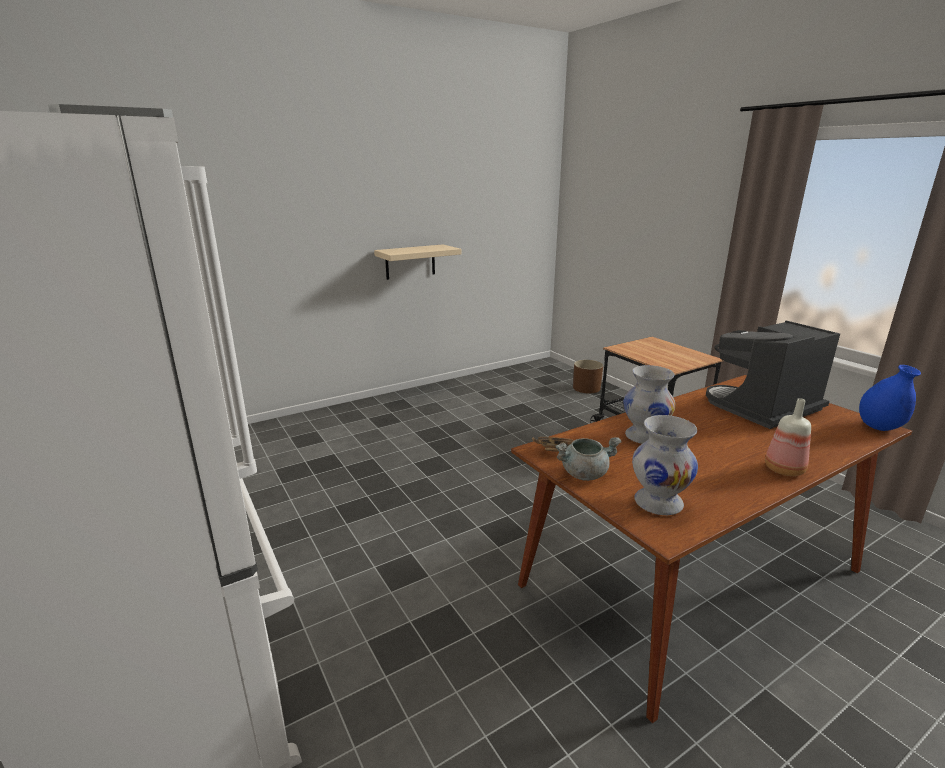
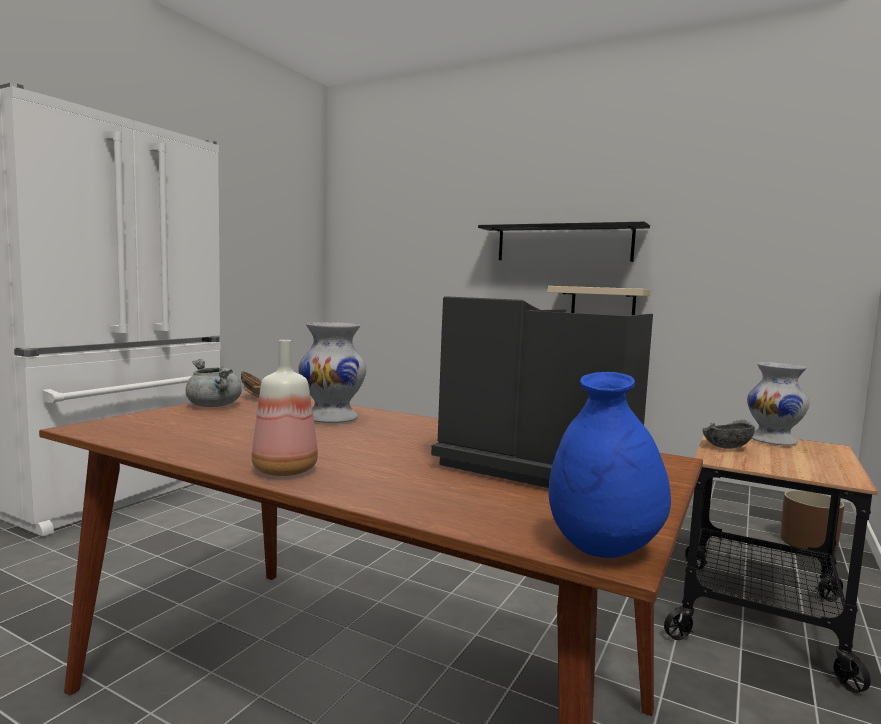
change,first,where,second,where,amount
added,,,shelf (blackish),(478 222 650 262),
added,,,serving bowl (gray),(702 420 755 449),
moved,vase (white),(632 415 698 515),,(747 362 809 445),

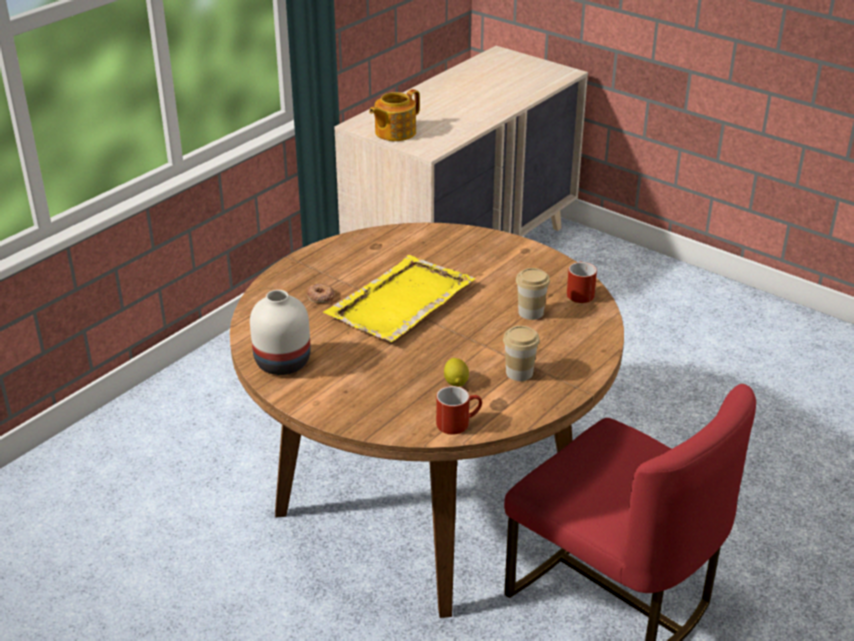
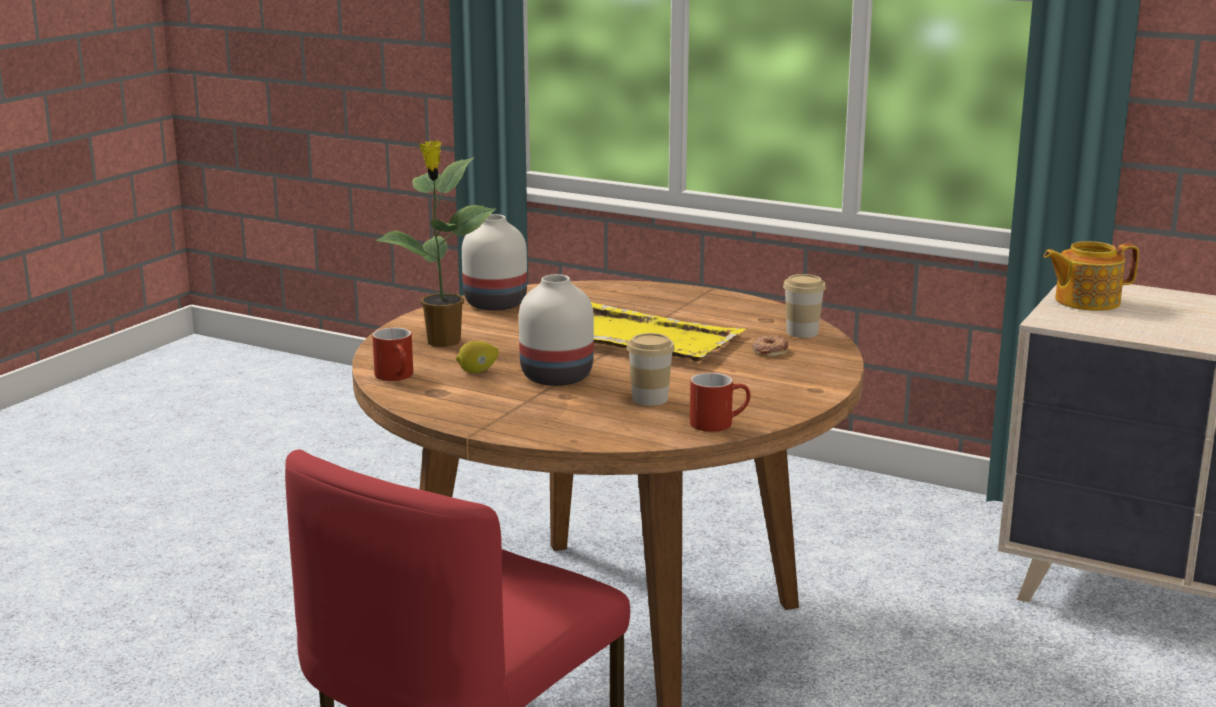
change,first,where,second,where,amount
added,,,houseplant,(375 141 496 347),
added,,,vase (white),(519 274 594 386),
moved,donut,(307 283 334 303),,(752 335 788 357),
moved,cup,(503 326 540 381),,(783 274 826 338),
turned,teapot,(369 89 420 141),,(1044 241 1139 311),45 degrees counterclockwise

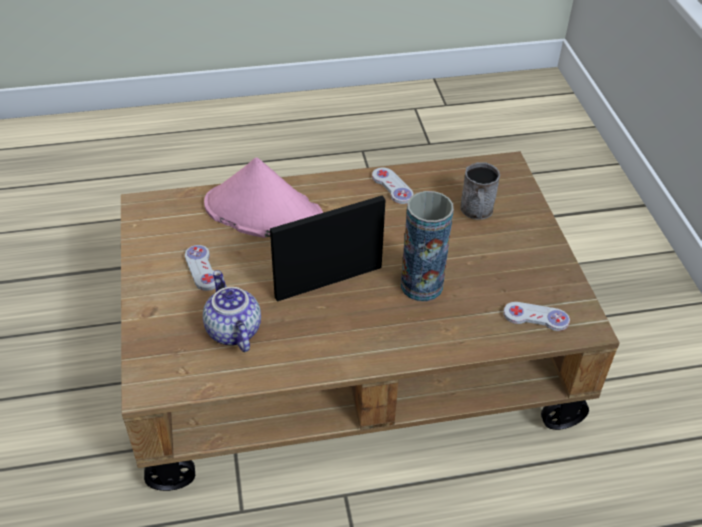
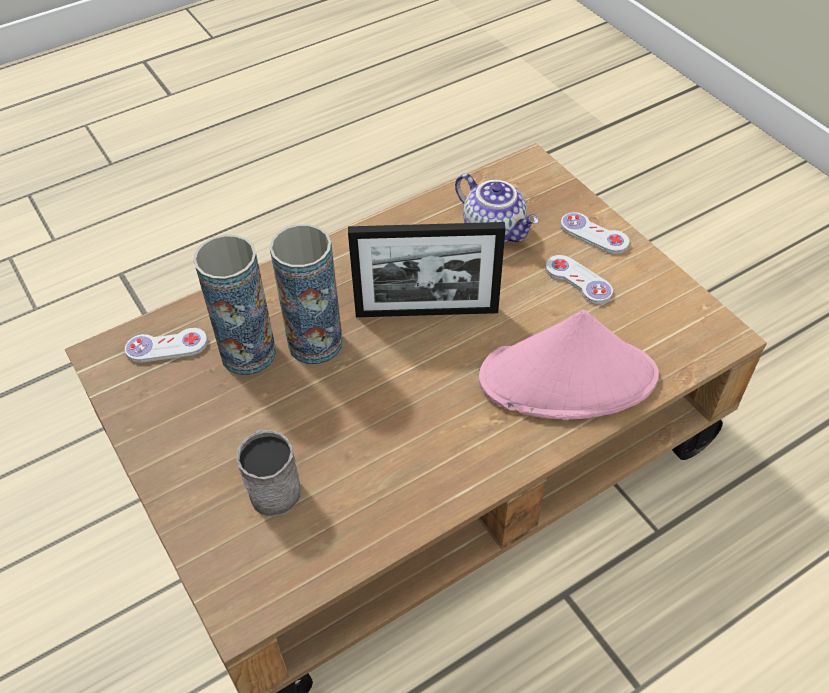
change,first,where,second,where,amount
added,,,vase,(193 235 276 375),
moved,gamepad (white),(372 167 413 204),,(560 212 630 254),
turned,photo frame,(270 195 386 302),,(348 222 506 317),45 degrees clockwise

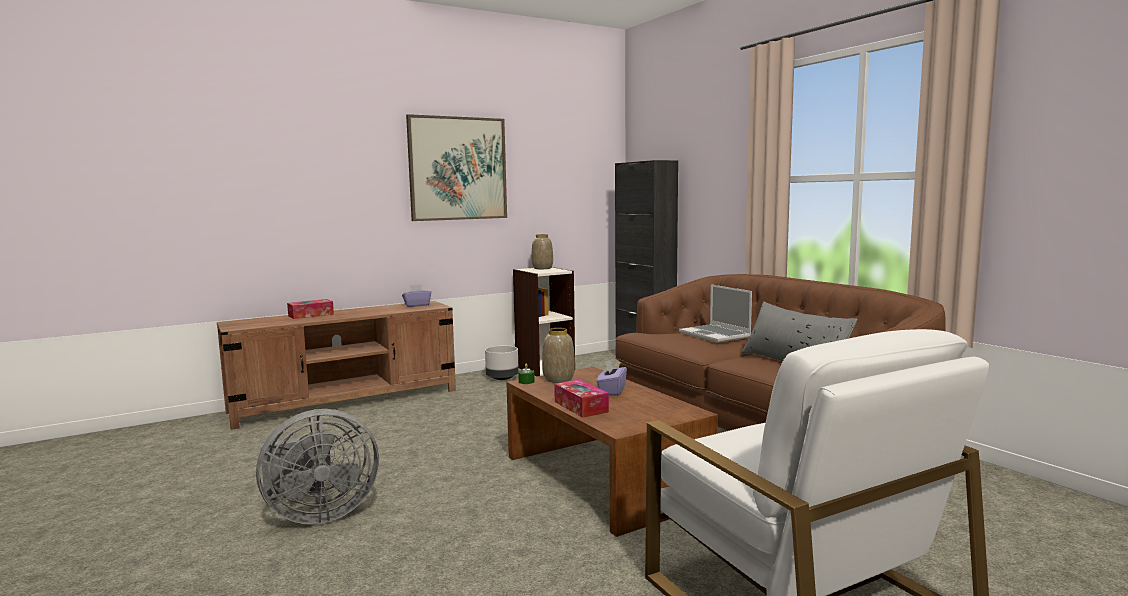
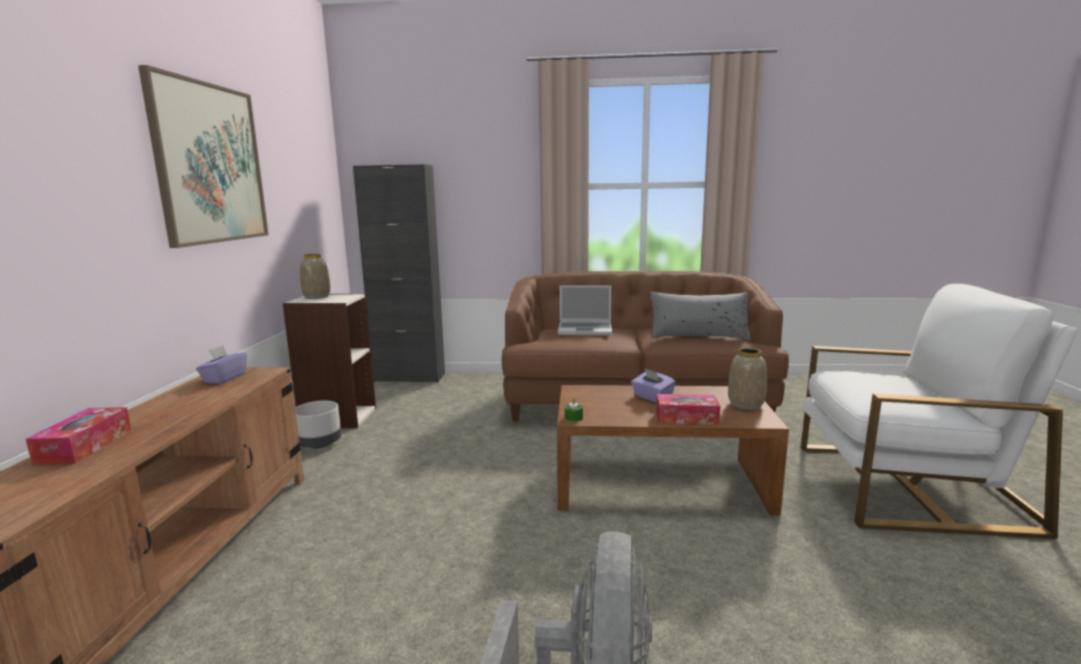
change,first,where,second,where,amount
moved,vase,(542 328 575 383),,(728 348 767 410),

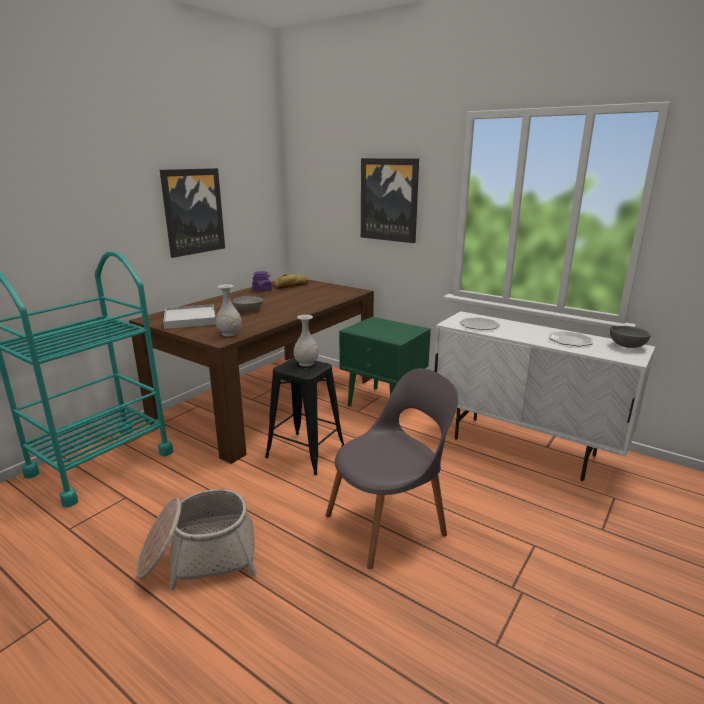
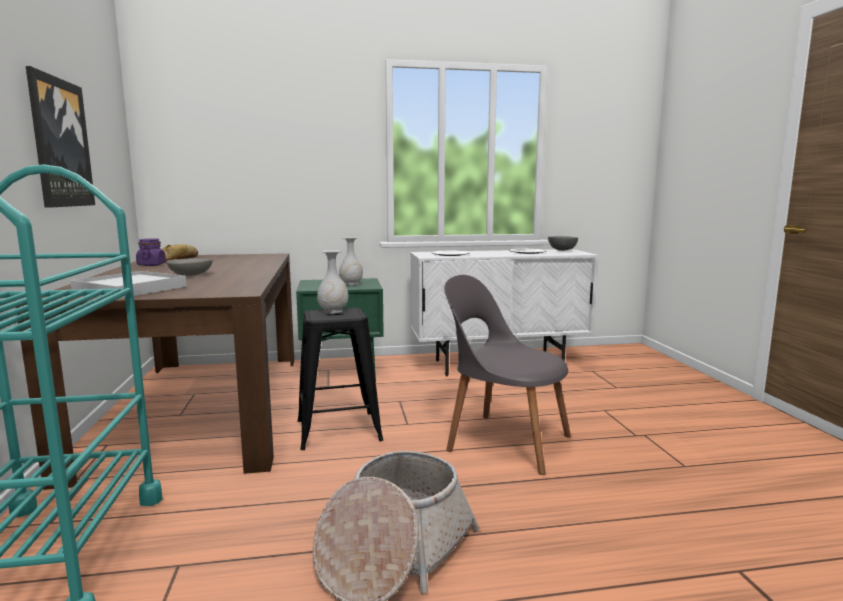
change,first,where,second,where,amount
removed,wall picture,(361 158 419 243),,,
moved,vase (white),(216 284 242 336),,(339 237 363 285),
turned,chair (gray),(325 368 458 569),,(444 275 571 475),75 degrees counterclockwise

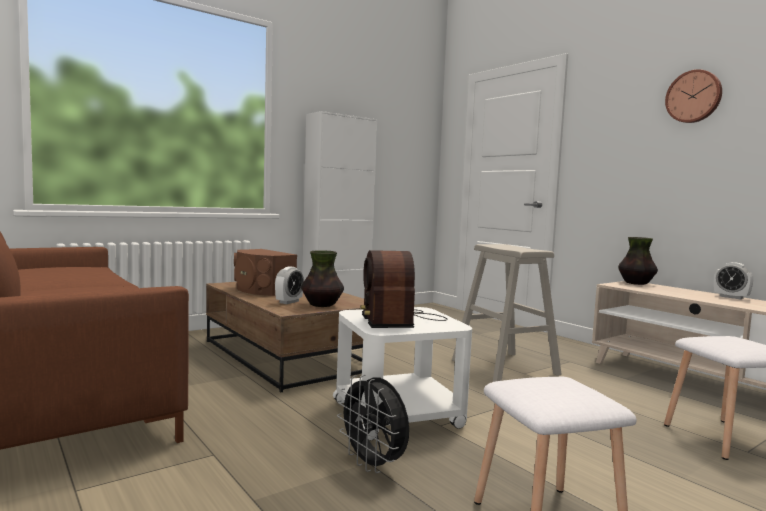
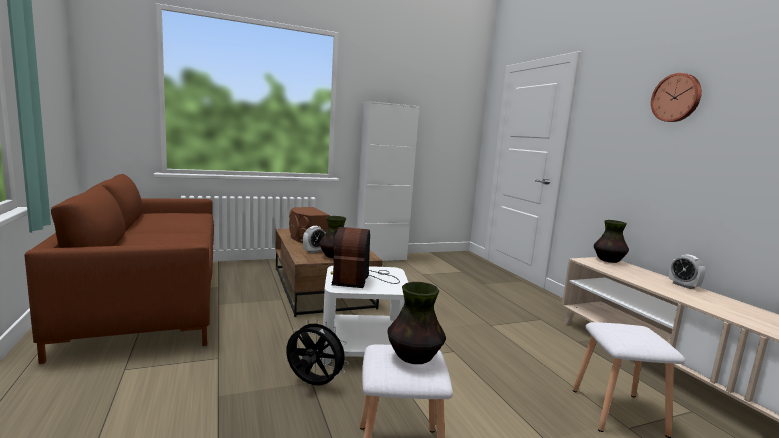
change,first,where,second,where,amount
removed,sitting stool (beige),(452 244 562 382),,,
added,,,vase,(387 282 446 364),
turned,cooling fan (blackish),(337 375 409 473),,(286 319 349 385),135 degrees clockwise

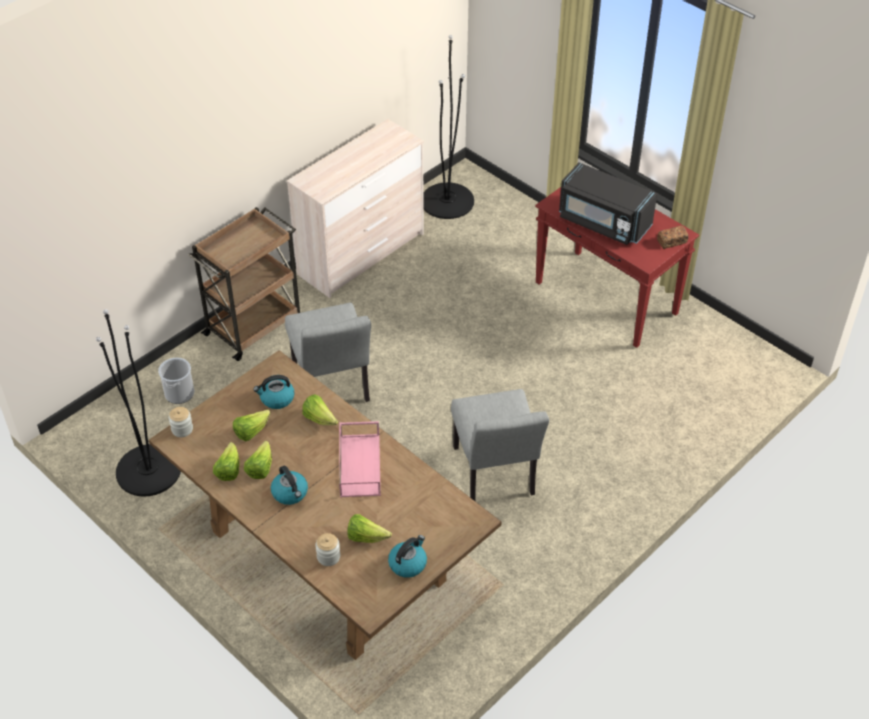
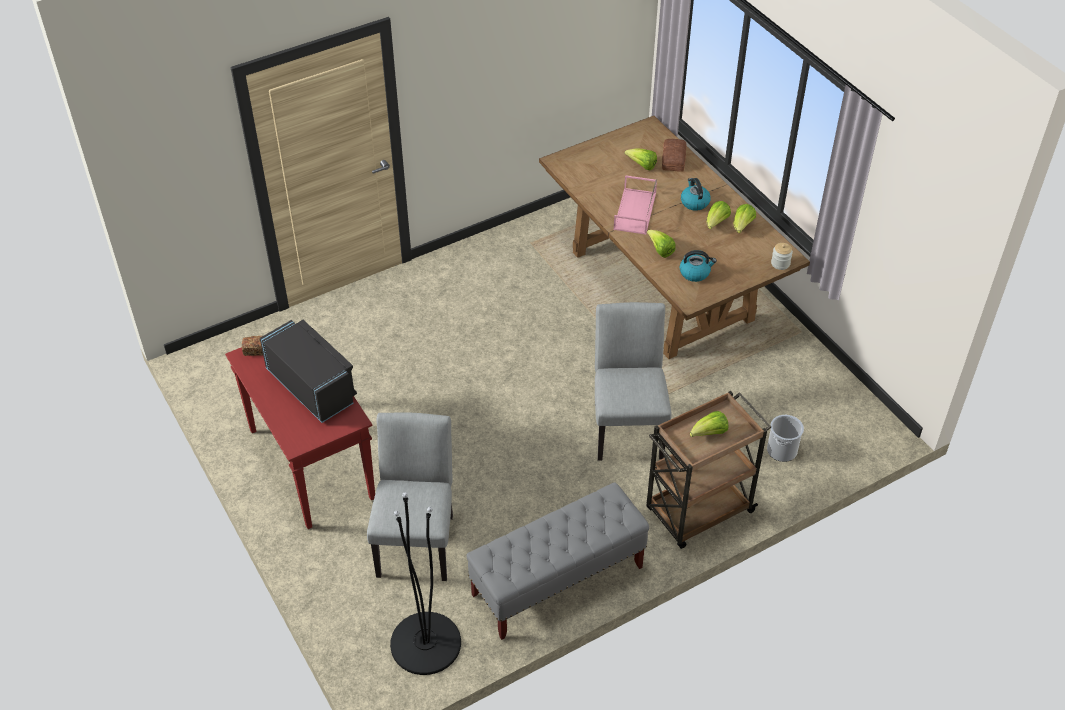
change,first,where,second,where,amount
removed,standard lamp (blackish),(96 309 181 497),,,
removed,tea kettle,(388 535 427 578),,,
moved,lettuce,(233 410 270 442),,(690 411 728 437),
moved,chair (gray),(451 389 549 501),,(367 413 453 581),
replaced,dresser (beige),(287 119 424 298),long seat (gray),(466 482 649 640),
replaced,preserve jar,(315 533 340 566),bread,(662 139 686 172),

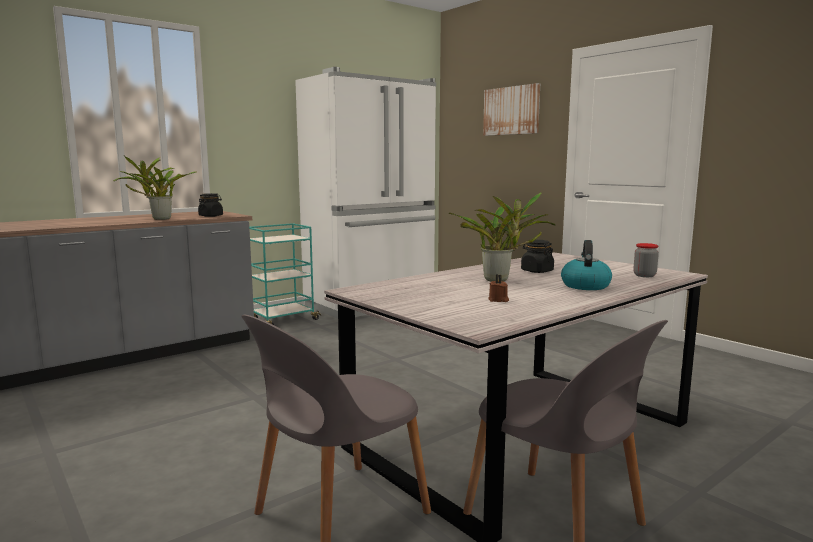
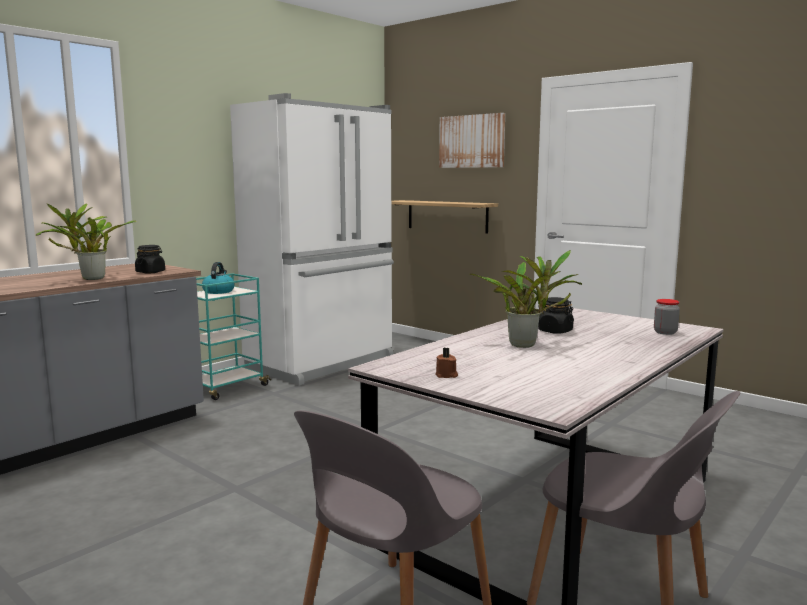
change,first,where,second,where,amount
added,,,shelf,(391 200 498 233),
moved,candle (brownish),(488 275 509 302),,(435 348 458 378),
moved,tea kettle,(561 240 612 290),,(202 262 234 294),

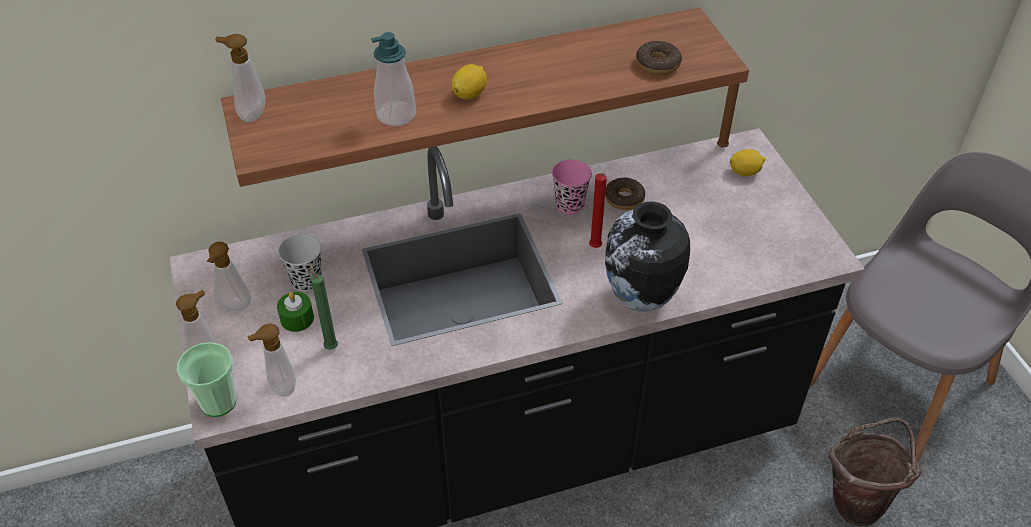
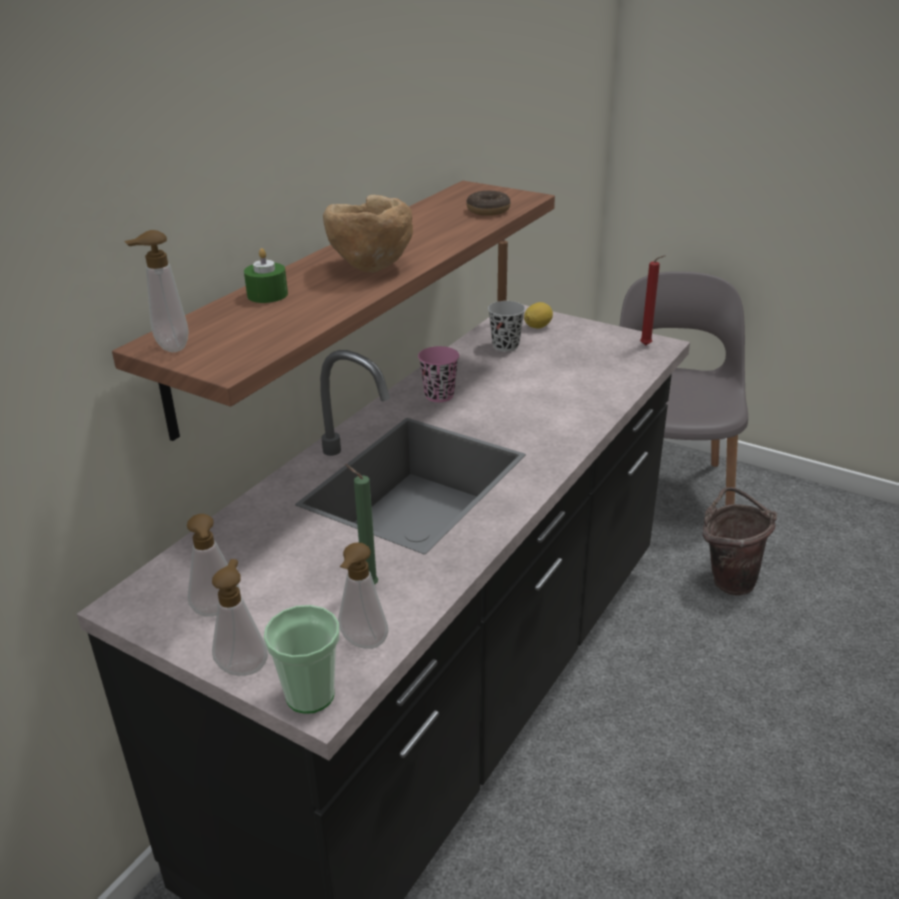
change,first,where,second,where,amount
removed,soap dispenser,(371 32 416 126),,,
removed,donut,(605 178 645 210),,,
removed,vase,(605 201 690 312),,,
moved,candle (green-coloured),(277 292 314 332),,(244 248 288 303),
moved,cup (blackish),(278 234 322 292),,(488 301 525 351),
moved,candle (reddish),(589 173 607 248),,(640 255 665 345),
replaced,lemon,(451 64 487 100),serving bowl (brownish),(323 195 413 273),

